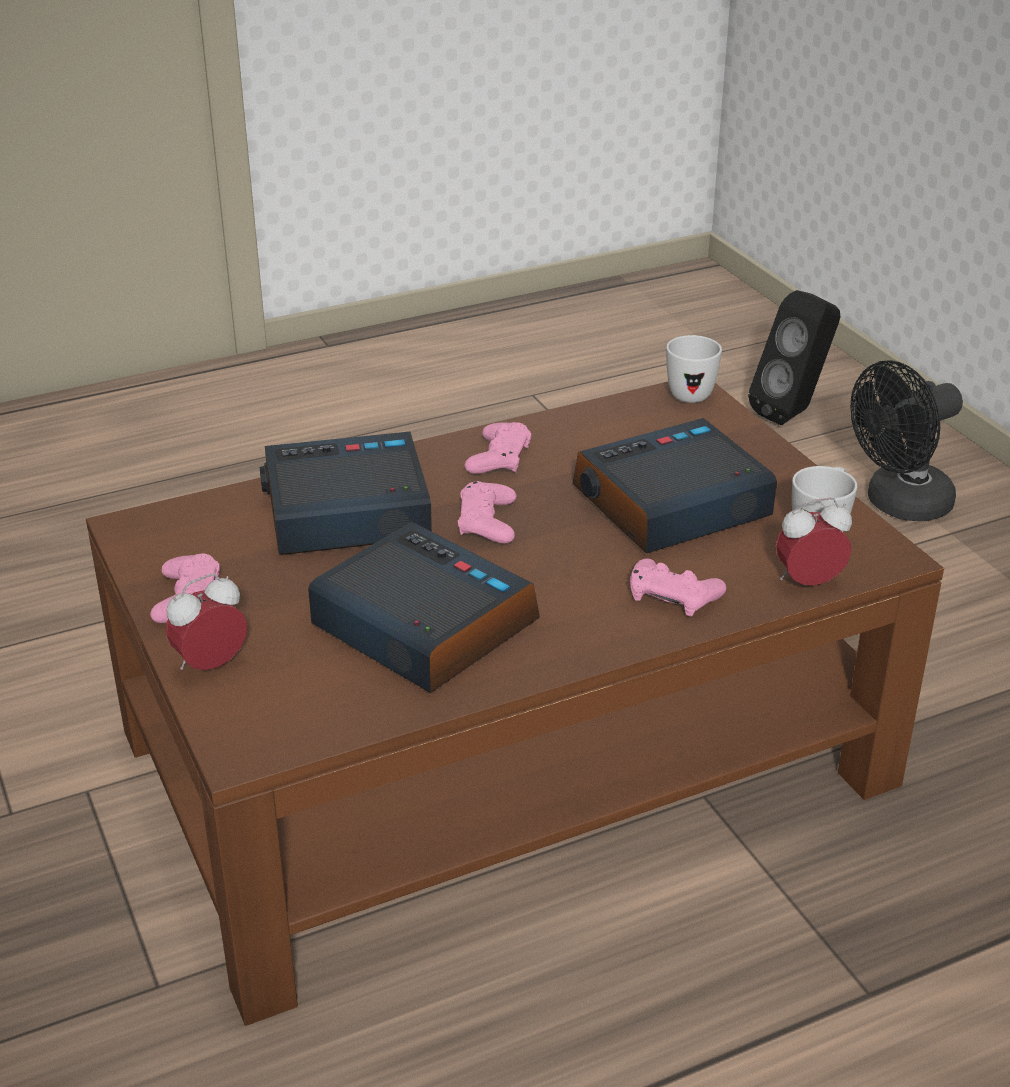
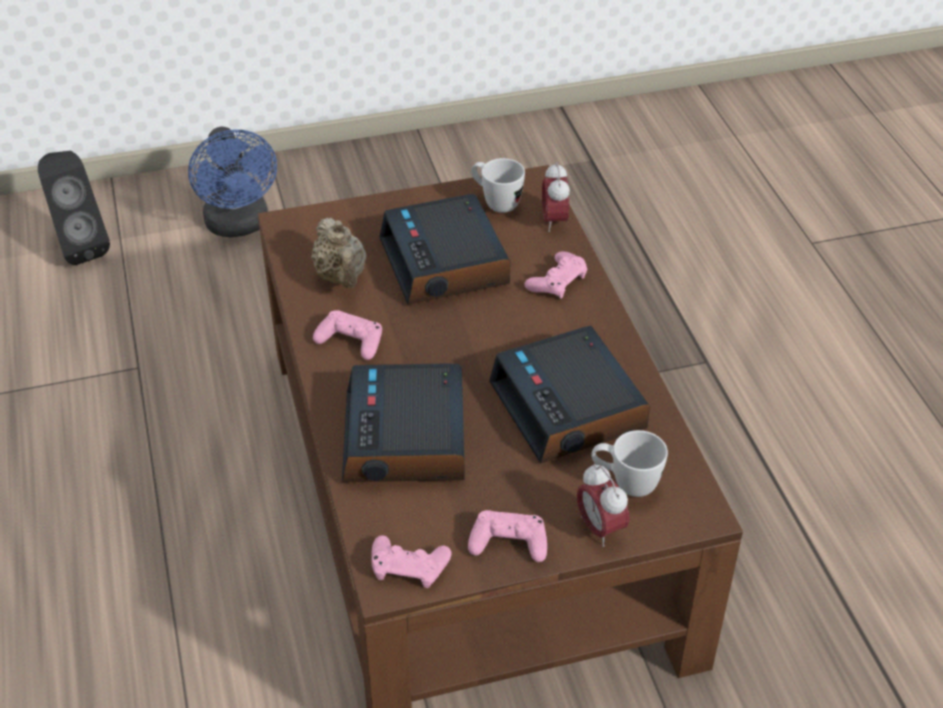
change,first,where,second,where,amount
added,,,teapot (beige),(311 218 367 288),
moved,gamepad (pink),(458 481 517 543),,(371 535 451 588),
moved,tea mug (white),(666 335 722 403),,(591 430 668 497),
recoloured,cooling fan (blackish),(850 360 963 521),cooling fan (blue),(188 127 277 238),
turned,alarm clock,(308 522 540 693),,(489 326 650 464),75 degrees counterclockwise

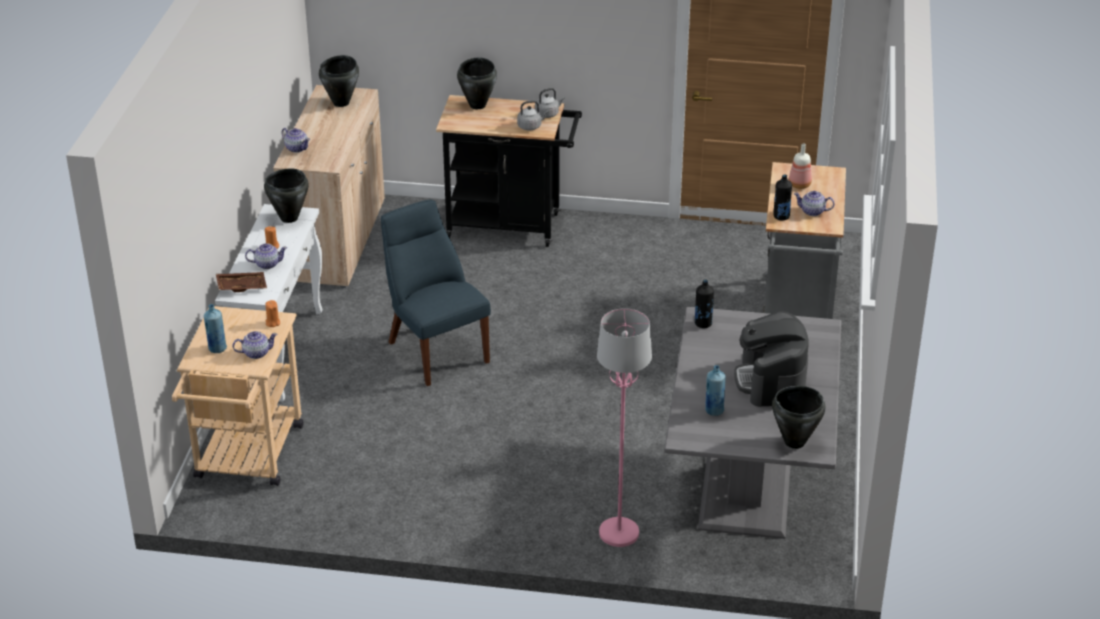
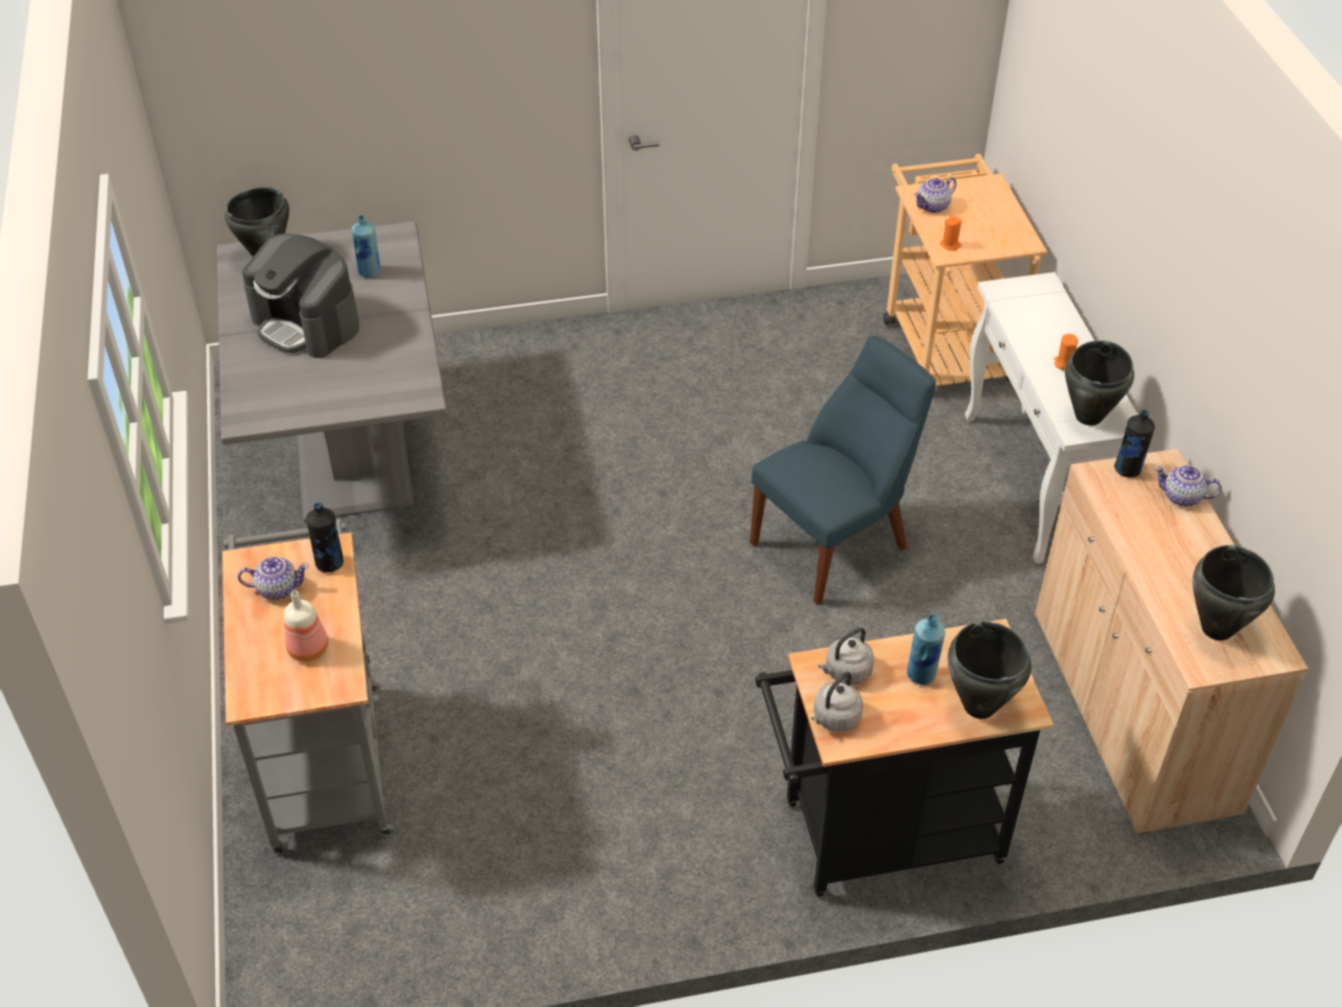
change,first,where,second,where,amount
removed,tray (brownish),(216 272 267 292),,,
removed,teapot,(245 243 287 269),,,
removed,standard lamp (pink),(597 308 652 547),,,
moved,beverage bottle (blue),(204 304 227 353),,(907 615 945 685),
moved,beverage bottle (blackish),(695 280 714 328),,(1114 410 1155 478),
turned,chair (blue),(381 200 491 386),,(750 336 936 605),75 degrees counterclockwise
turned,coffee maker,(734 311 809 407),,(242 234 359 358),150 degrees clockwise

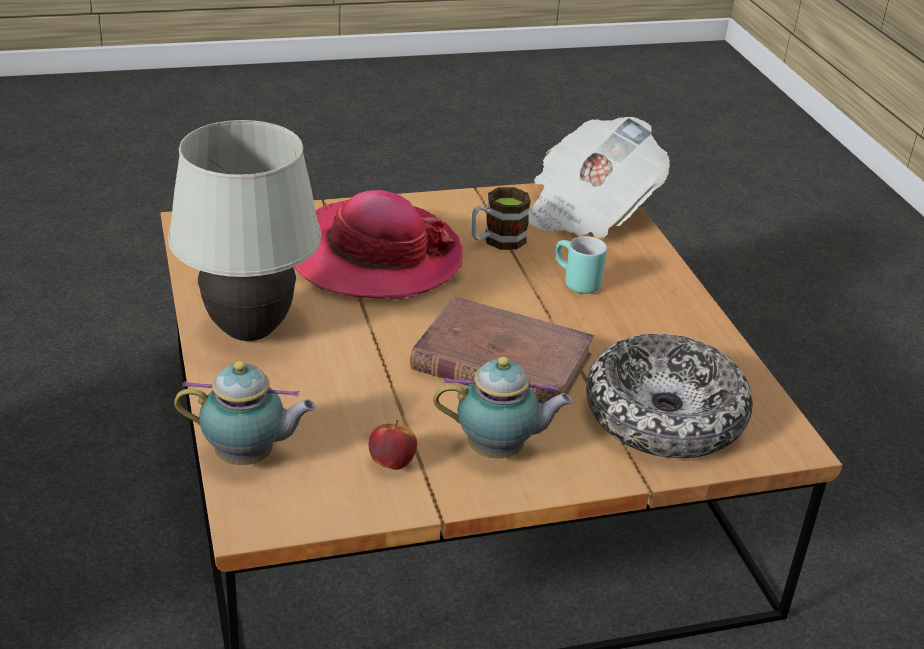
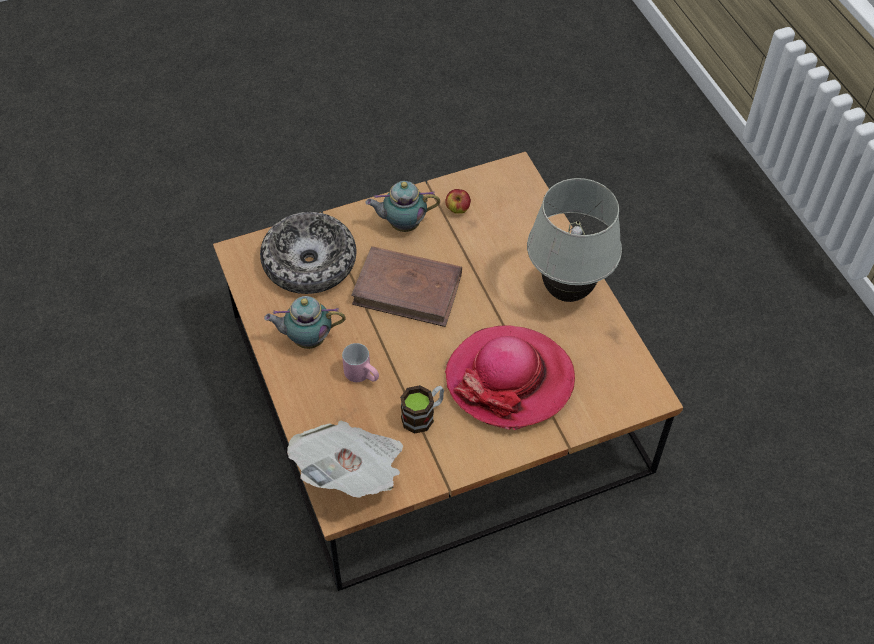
change,first,where,second,where,amount
moved,teapot,(174 361 316 465),,(264 296 346 349),
recoloured,tea mug (turquoise-coloured),(555 236 607 294),tea mug (pink),(342 343 379 382),

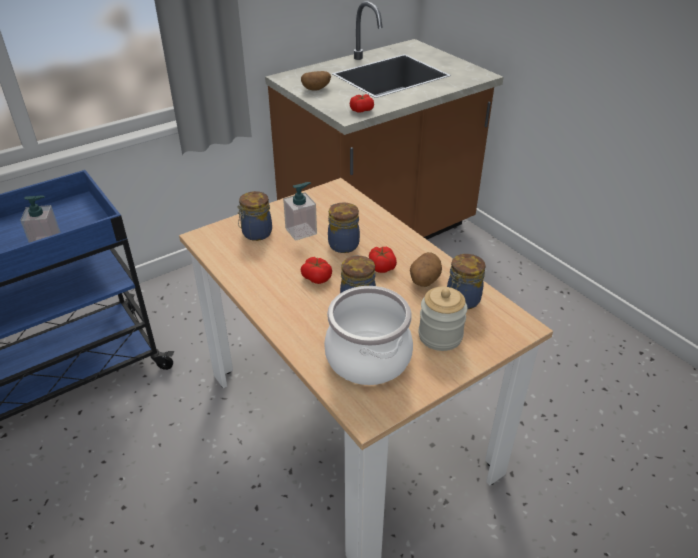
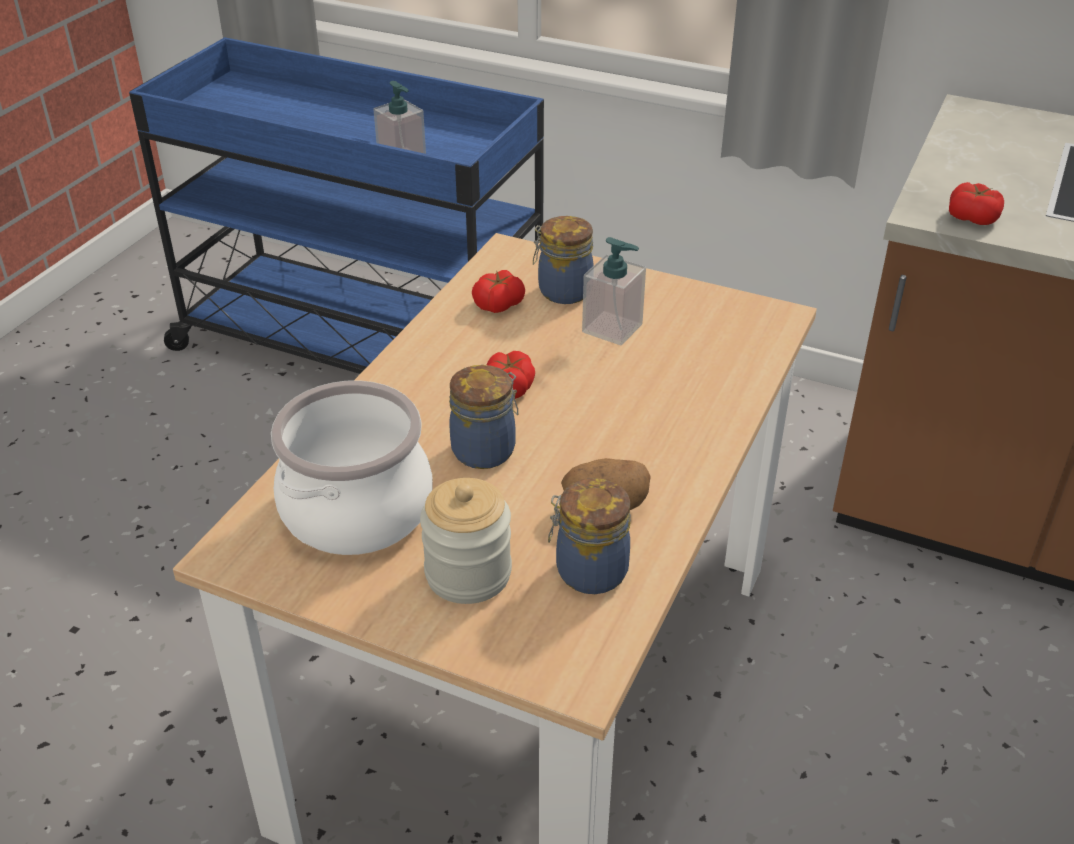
change,first,where,second,where,amount
removed,spud,(301 71 331 91),,,
removed,preserve jar,(328 203 360 253),,,
moved,tomato,(369 247 397 273),,(472 270 525 313),

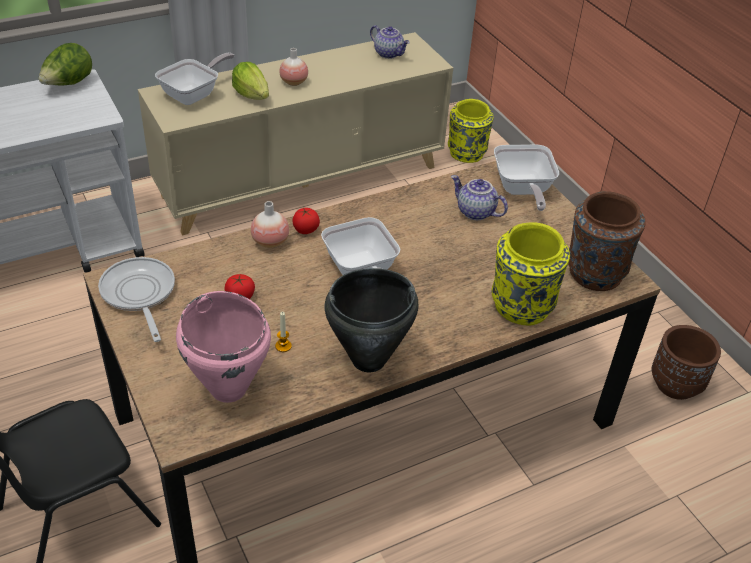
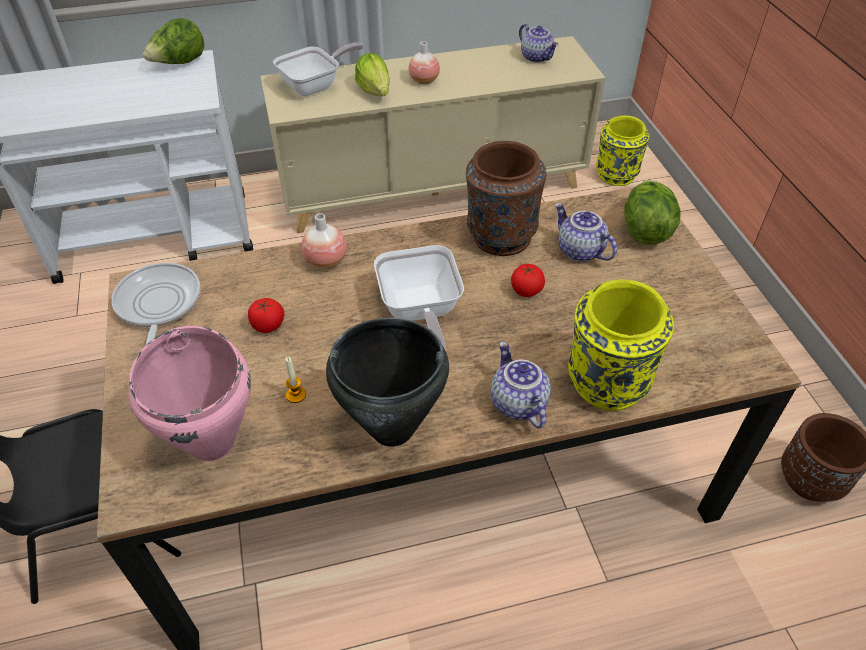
change,first,where,second,where,amount
added,,,teapot,(491 341 551 429),
moved,tomato,(292 207 320 234),,(511 264 545 297),
moved,vase (brownish),(568 191 646 291),,(466 141 547 256),
replaced,skillet,(494 145 559 211),lettuce,(624 180 681 245),

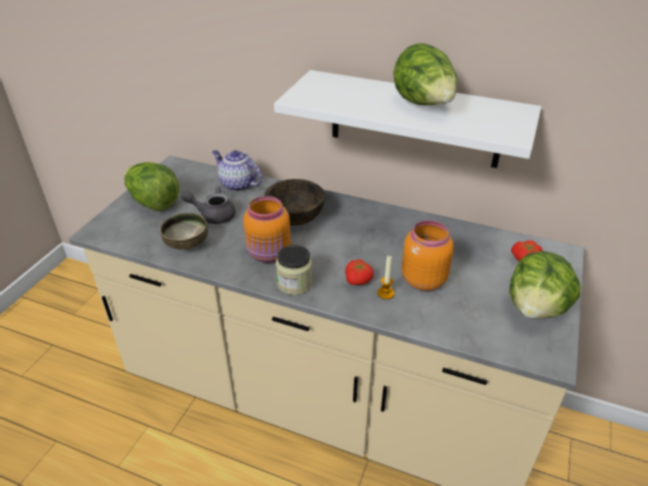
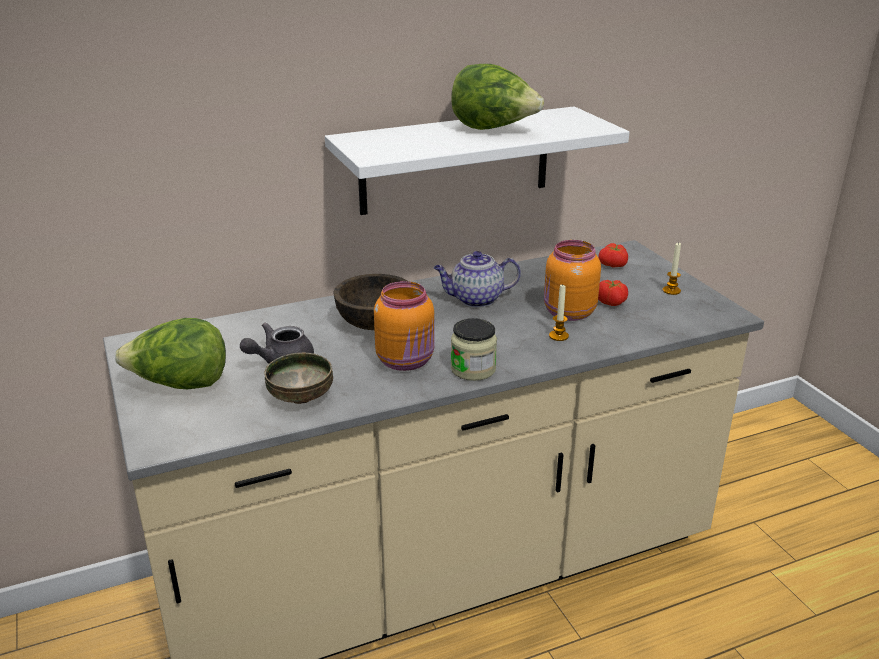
change,first,where,second,where,amount
moved,teapot,(212 150 262 192),,(433 251 521 308),
moved,tomato,(345 259 374 285),,(598 280 628 306),
replaced,lettuce,(509 251 580 319),candle,(663 242 681 295),

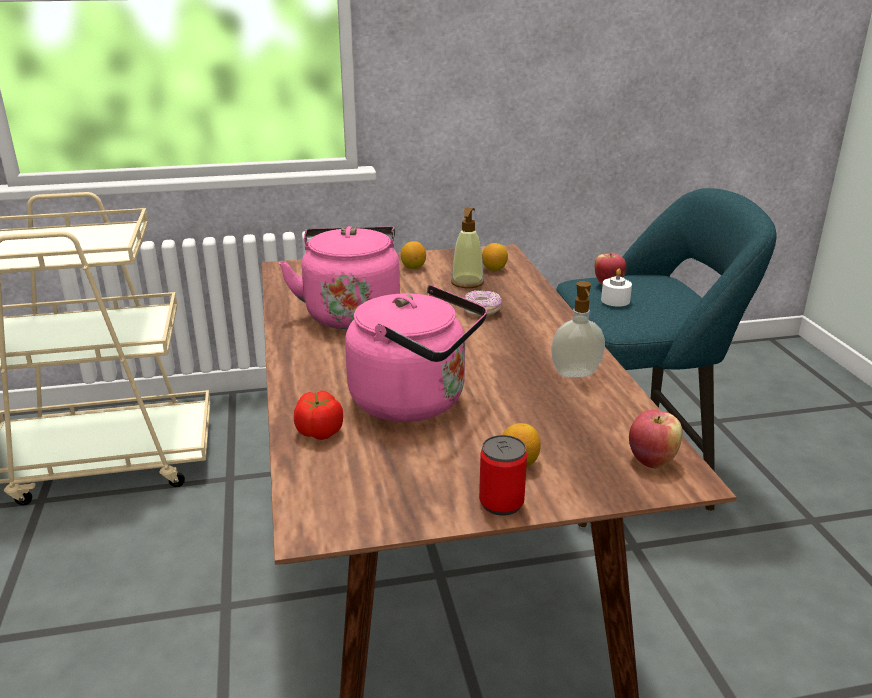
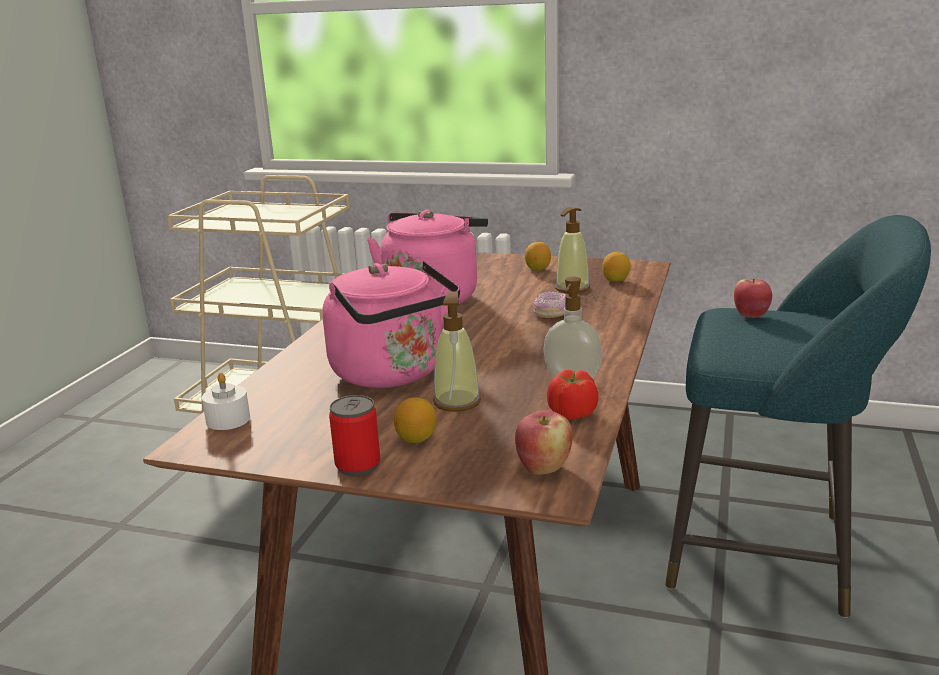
change,first,where,second,where,amount
added,,,soap dispenser,(433 292 481 412),
moved,tomato,(294 390 343 440),,(547 370 598 420),
moved,candle (white),(601 269 632 307),,(202 373 250 430),

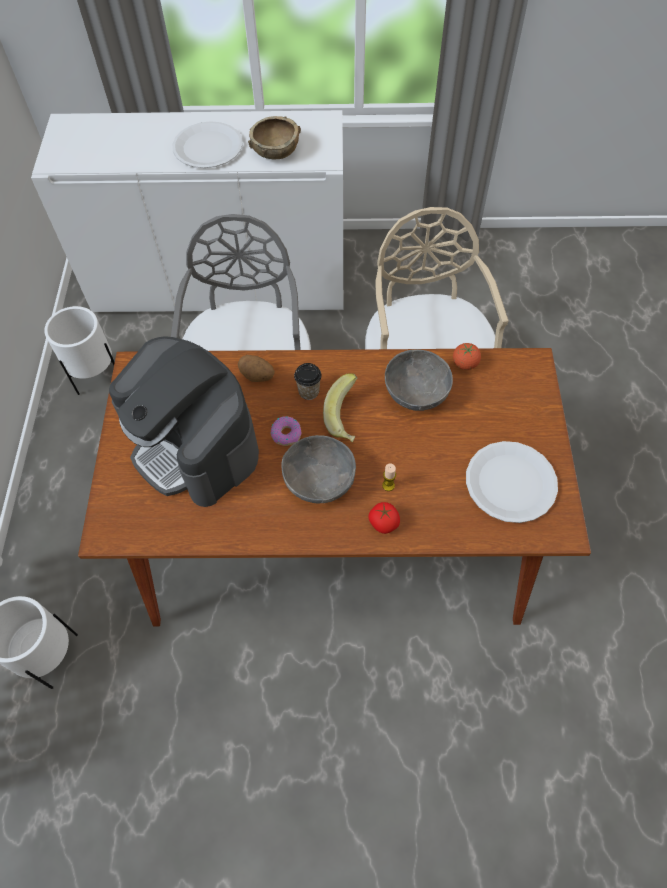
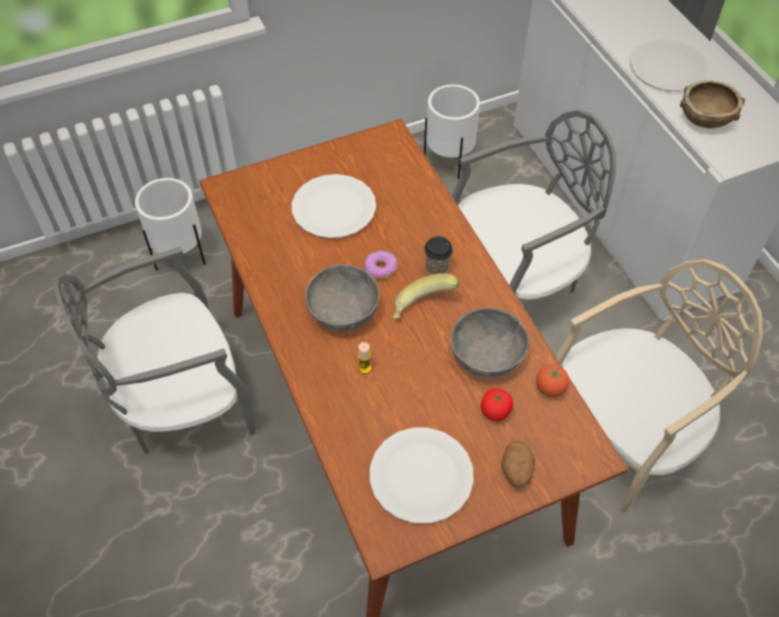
change,first,where,second,where,amount
added,,,chair (gray),(54 247 256 454),
moved,spud,(237 355 275 382),,(501 441 535 488),
moved,tomato,(368 502 400 534),,(481 388 513 421),
replaced,coffee maker,(109 336 259 507),plate (white),(292 174 376 238),

